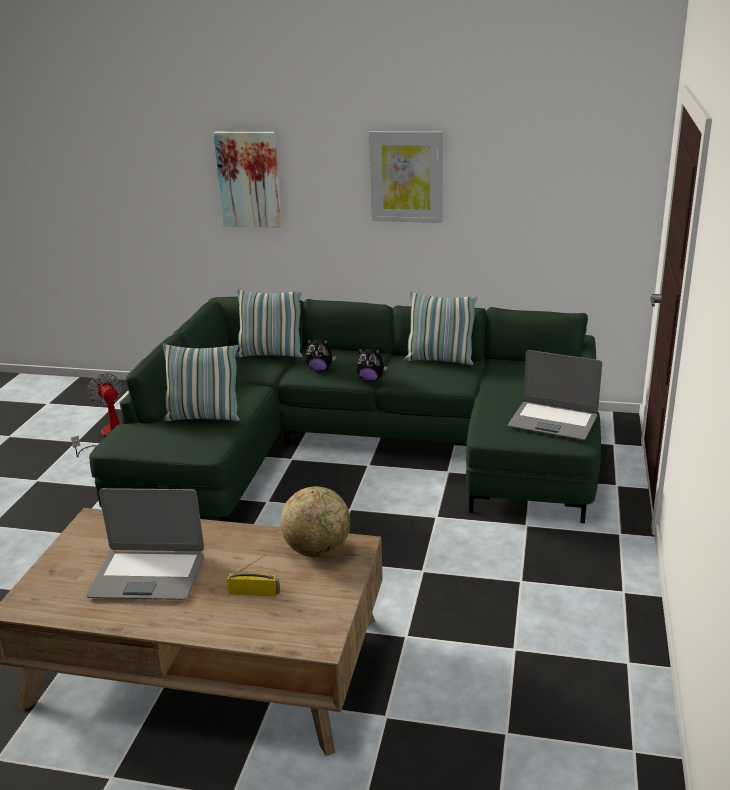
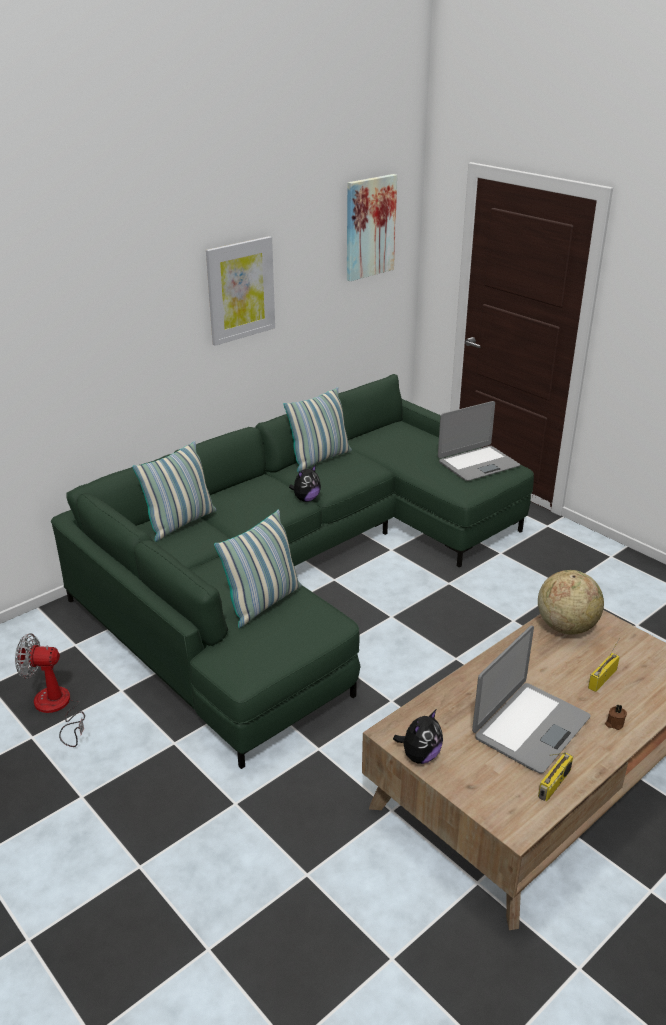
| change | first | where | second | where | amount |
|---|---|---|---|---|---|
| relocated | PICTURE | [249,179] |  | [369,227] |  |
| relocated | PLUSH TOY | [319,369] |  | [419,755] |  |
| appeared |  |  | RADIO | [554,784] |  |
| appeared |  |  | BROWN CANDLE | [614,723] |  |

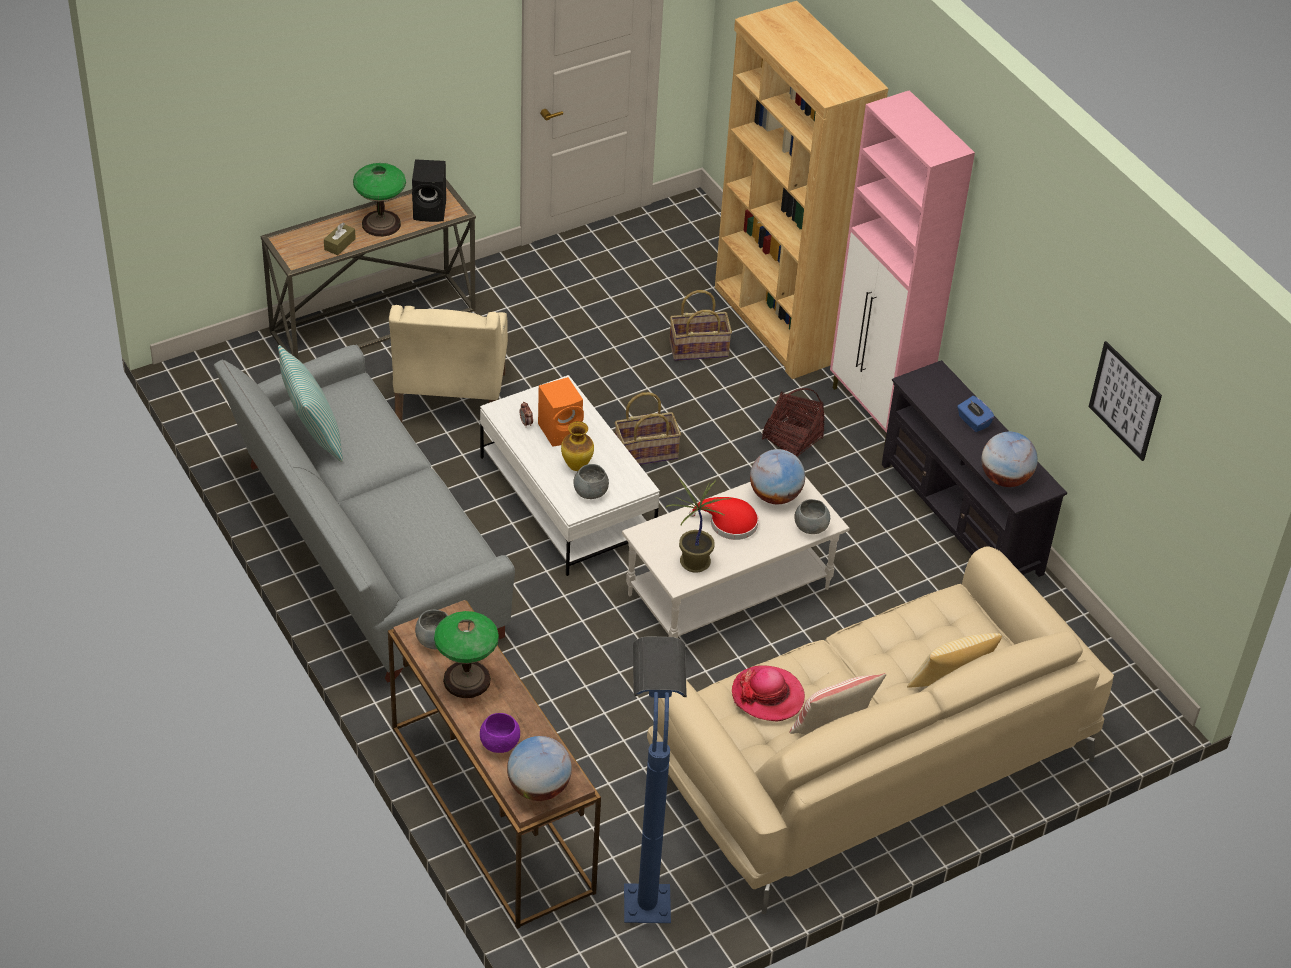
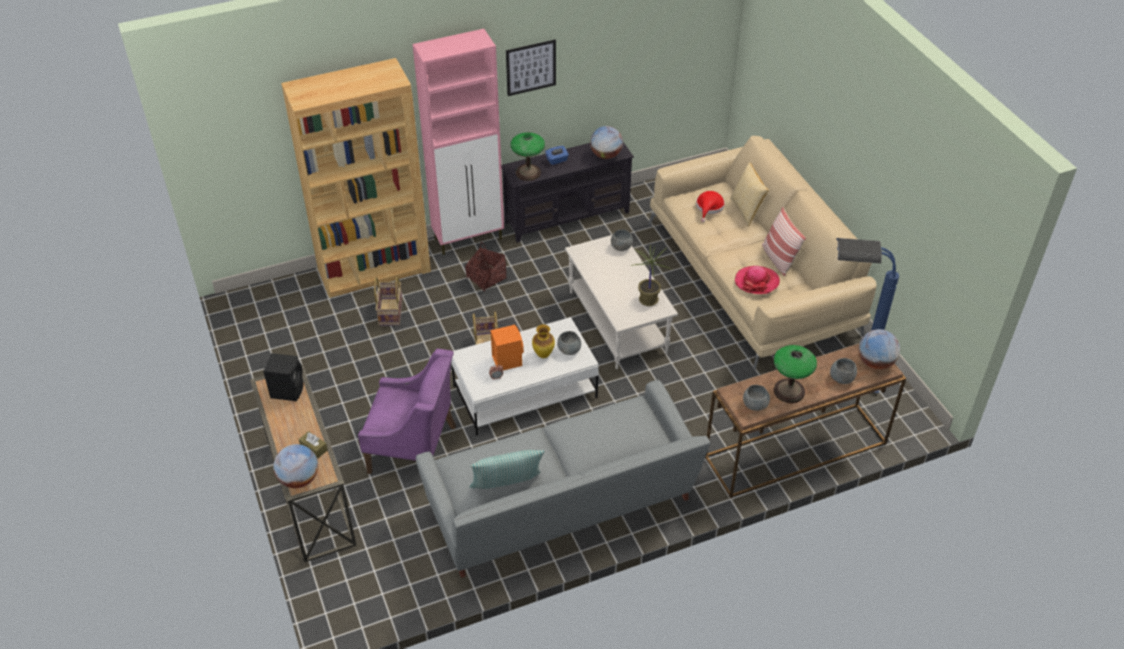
| change | first | where | second | where | amount |
|---|---|---|---|---|---|
| relocated | GLOBE | [775,496] |  | [299,479] |  |
| colour | BEIGE ARMCHAIR | [450,401] | PURPLE ARMCHAIR | [413,449] |  |
| relocated | PICTURE | [1125,400] |  | [531,67] |  |
| relocated | TABLE LAMP | [381,224] |  | [528,172] |  |
| relocated | RED HAT | [729,523] |  | [709,207] |  |
| colour | PURPLE BOWL | [499,743] | GREY BOWL | [841,379] |  |

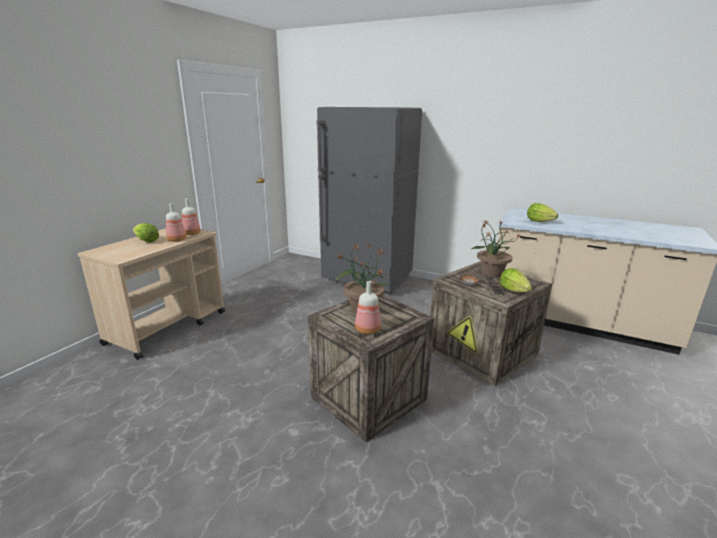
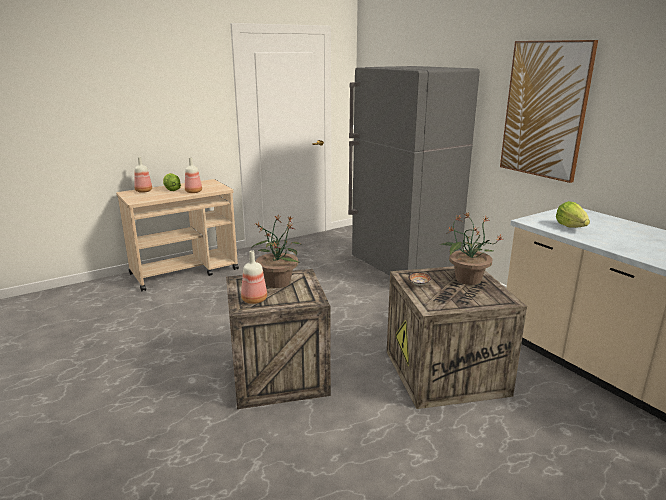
| change | first | where | second | where | amount |
|---|---|---|---|---|---|
| relocated | BOTTLE | [191,234] |  | [143,191] |  |
| appeared |  |  | PICTURE | [545,110] |  |
| missing | LETTUCE | [513,290] |  |  |  |

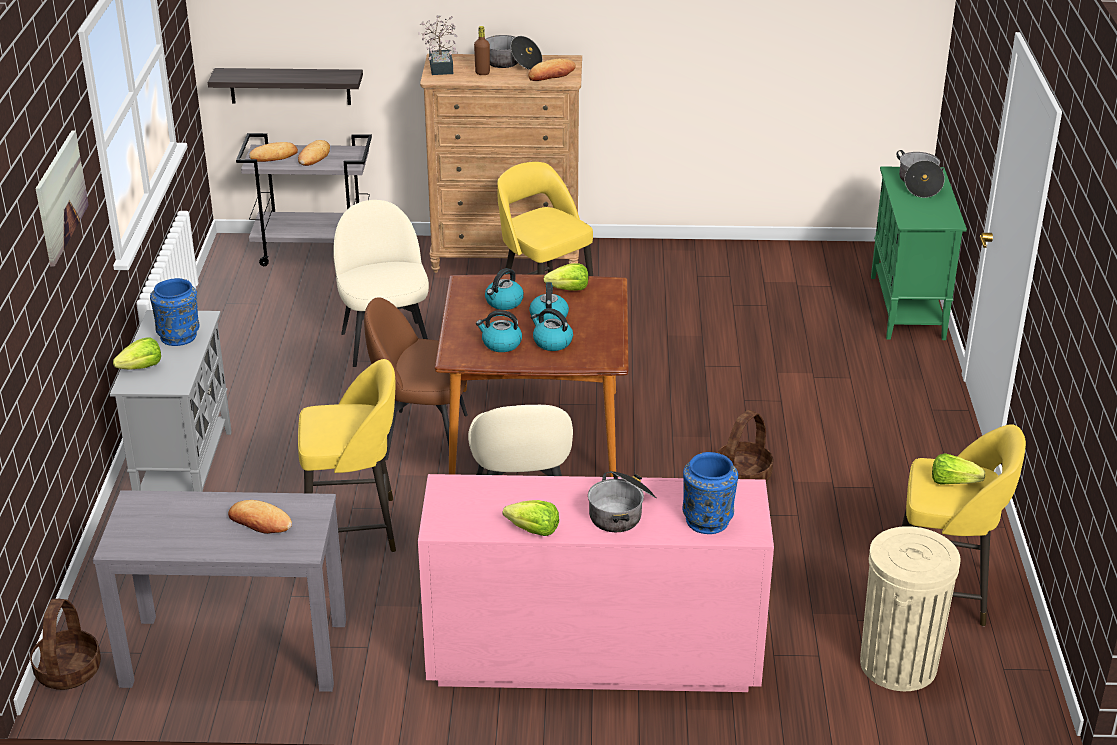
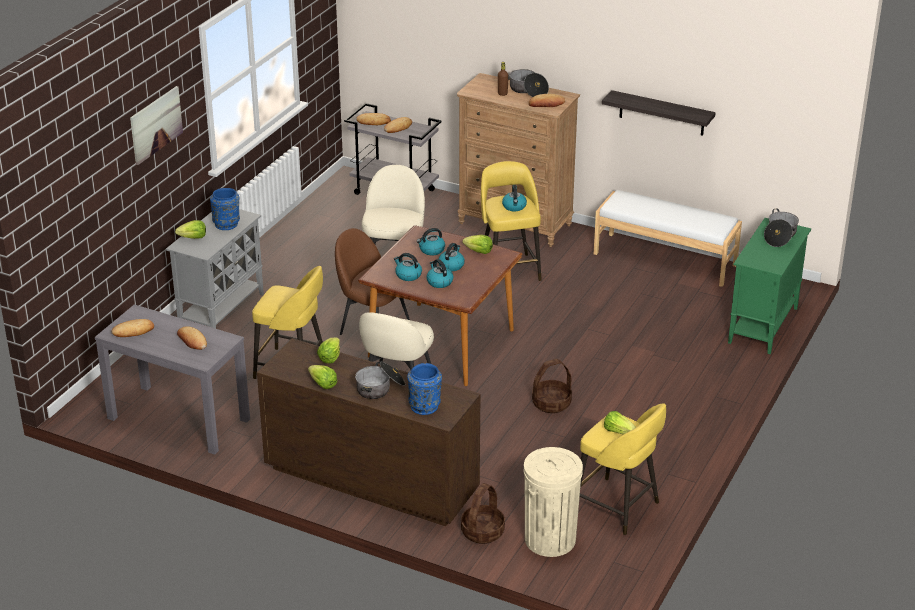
| change | first | where | second | where | amount |
|---|---|---|---|---|---|
| appeared |  |  | BREAD | [133,331] |  |
| colour | PINK DRESSER | [591,658] | BROWN DRESSER | [370,480] |  |
| appeared |  |  | LETTUCE | [330,358] |  |
| relocated | BASKET | [69,671] |  | [482,532] |  |
| appeared |  |  | KETTLE | [514,207] |  |
| appeared |  |  | WHITE BENCH | [665,259] |  |
| relocated | SHELF | [290,86] |  | [662,113] |  |
| missing | POTTED PLANT | [441,66] |  |  |  |

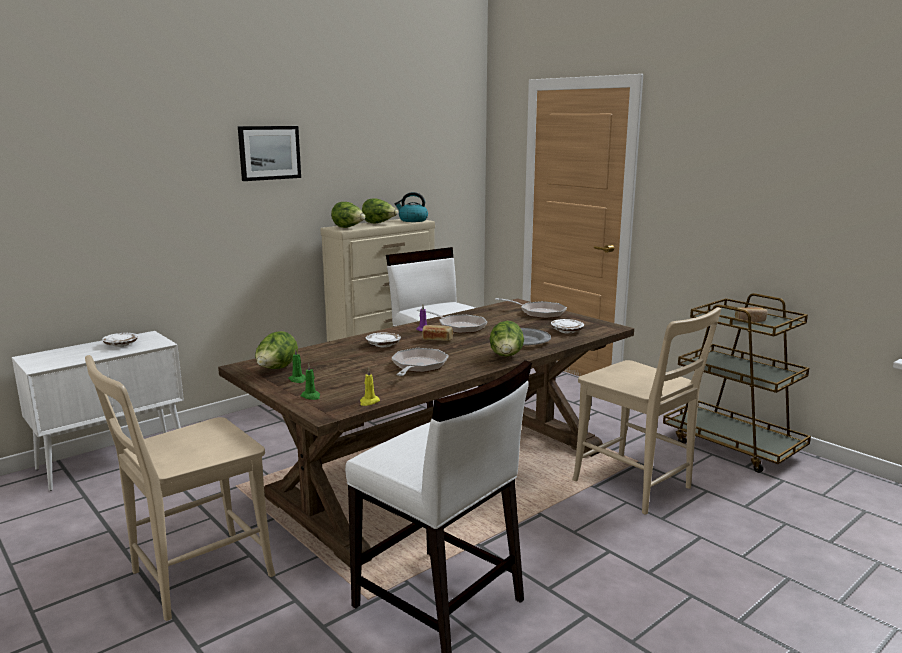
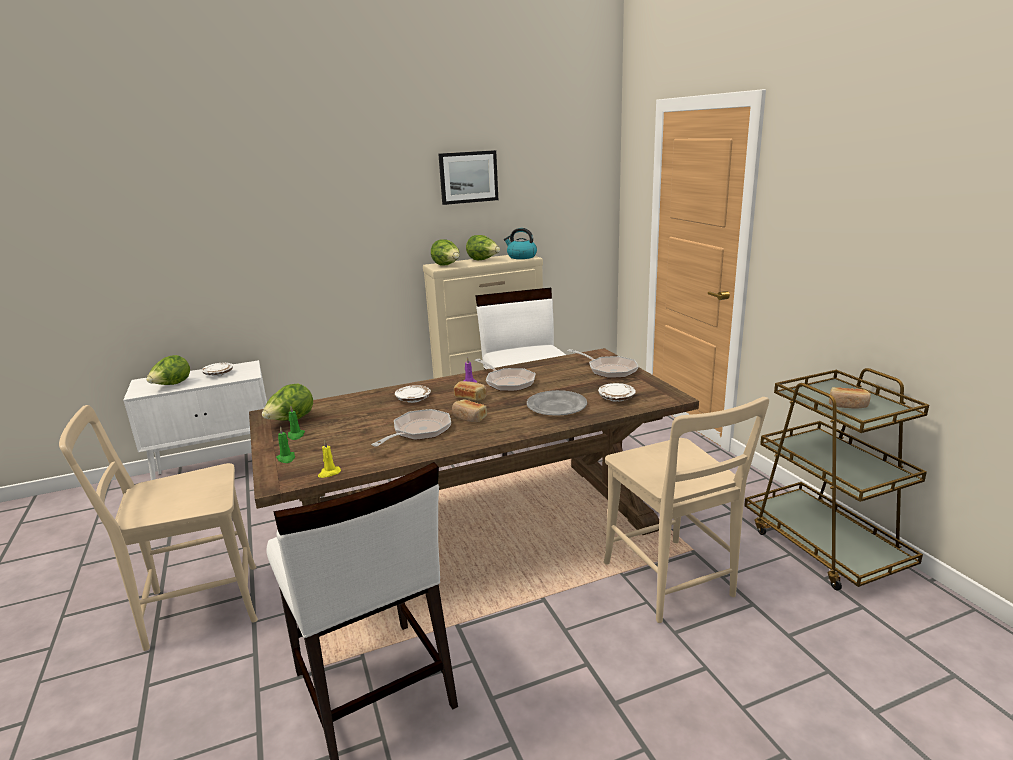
| change | first | where | second | where | amount |
|---|---|---|---|---|---|
| relocated | LETTUCE | [506,357] |  | [172,385] |  |
| relocated | PICTURE | [269,152] |  | [468,177] |  |
| appeared |  |  | BREAD | [469,418] |  |

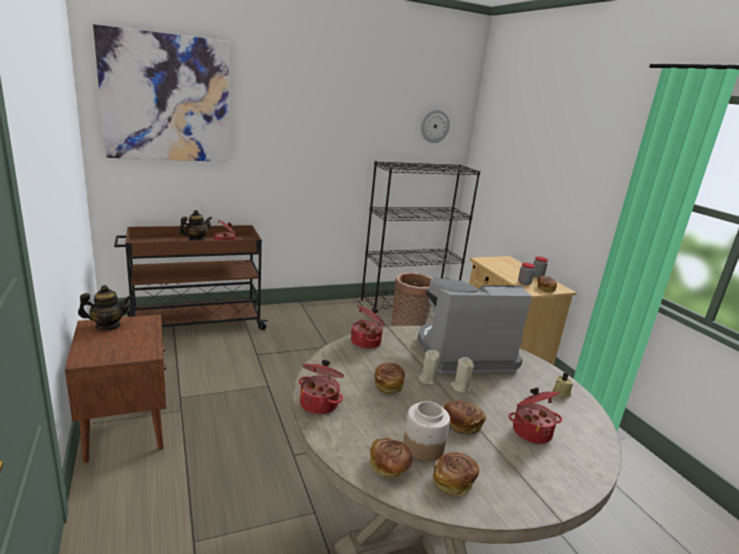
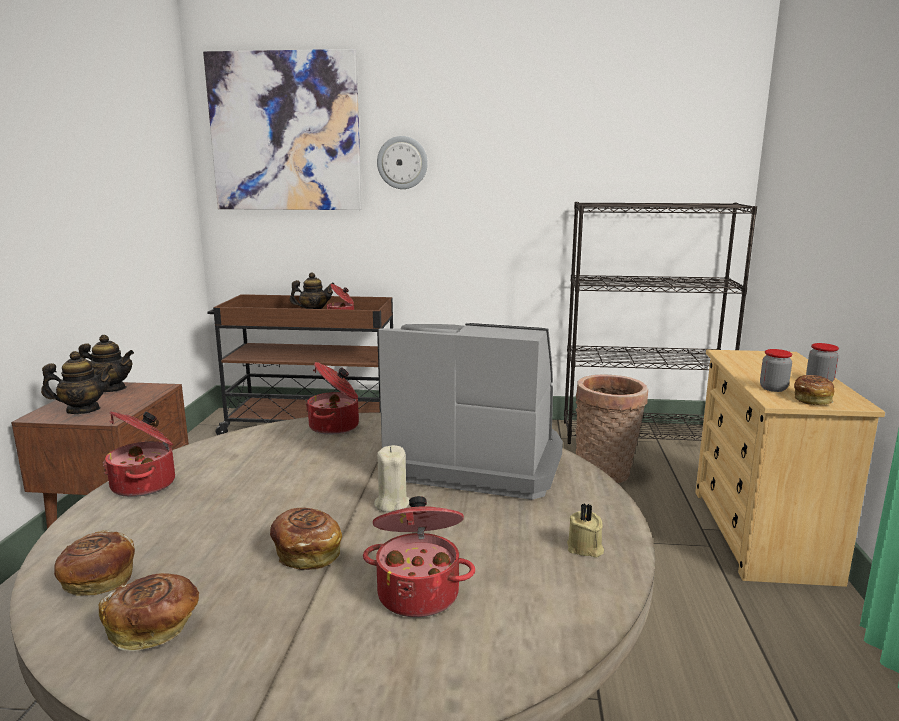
| change | first | where | second | where | amount |
|---|---|---|---|---|---|
| appeared |  |  | TEAPOT | [83,410] |  |
| relocated | WALL CLOCK | [434,126] |  | [402,162] |  |
| missing | BREAD | [388,385] |  |  |  |
| missing | JAR | [423,446] |  |  |  |
| missing | BEIGE CANDLE | [428,379] |  |  |  |

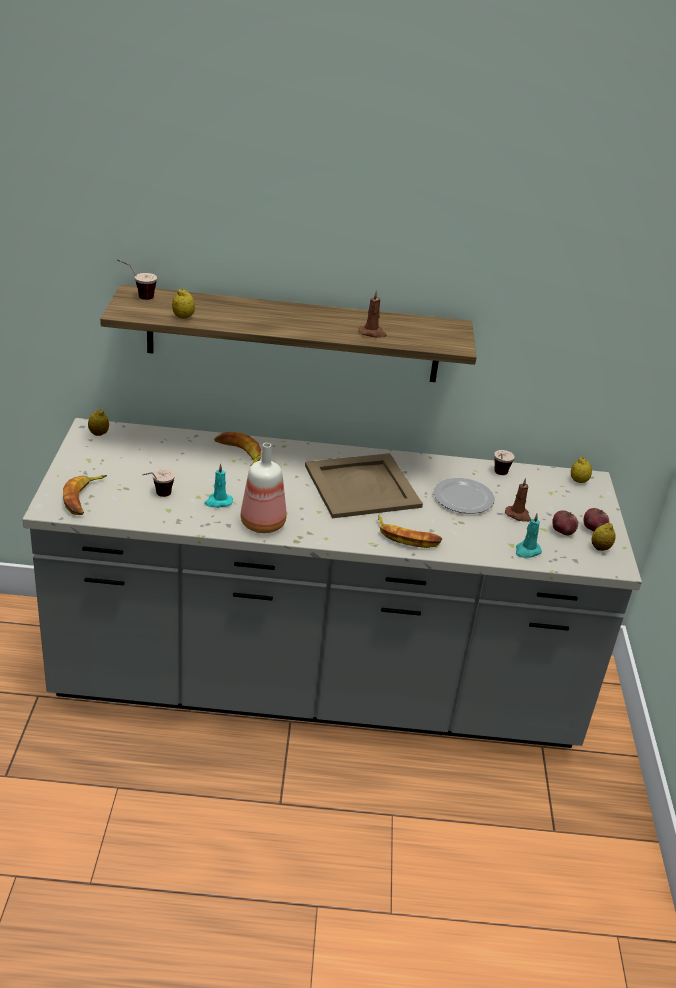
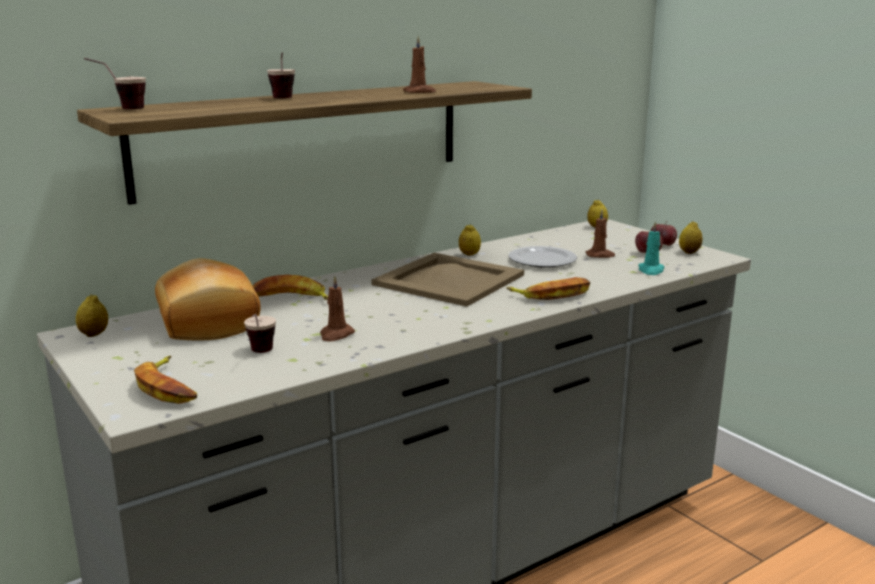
| change | first | where | second | where | amount |
|---|---|---|---|---|---|
| appeared |  |  | BREAD | [206,322] |  |
| relocated | CUP | [498,476] |  | [283,99] |  |
| colour | TURQUOISE CANDLE | [218,502] | BROWN CANDLE | [336,335] |  |
| relocated | LEMON | [183,317] |  | [469,254] |  |
| missing | BOTTLE | [264,523] |  |  |  |

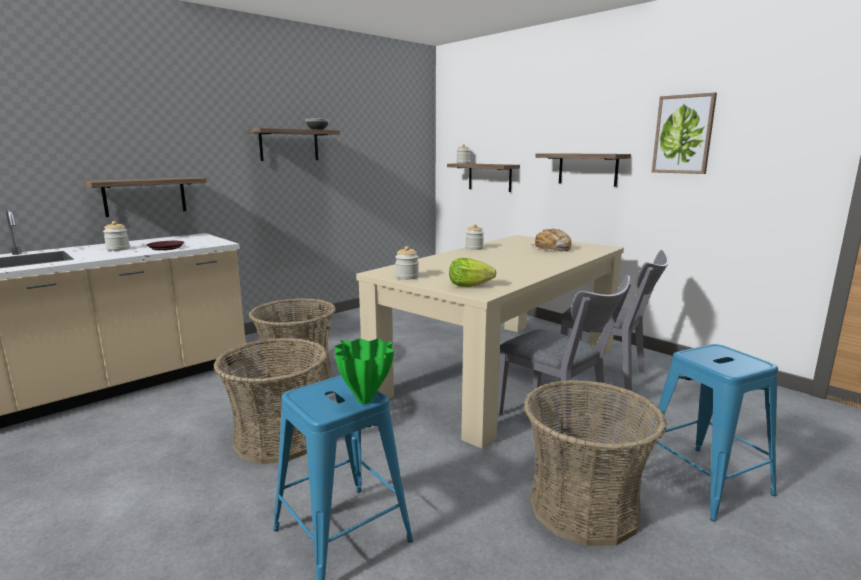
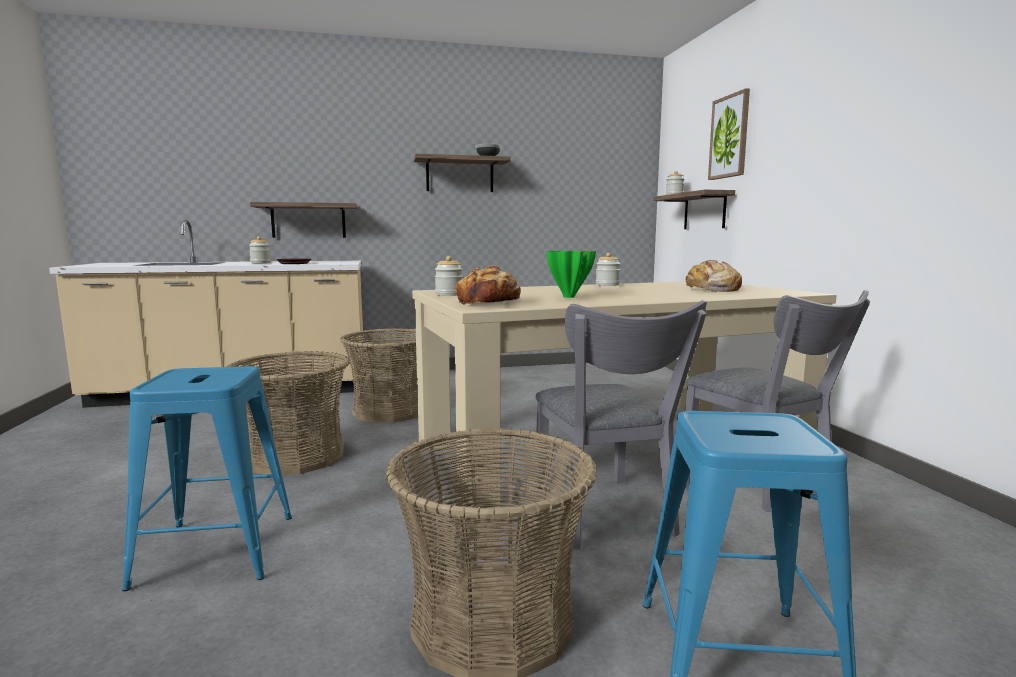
| change | first | where | second | where | amount |
|---|---|---|---|---|---|
| exchanged | LETTUCE | [469,286] | BREAD | [489,303] |  |
| relocated | GREEN VASE | [365,401] |  | [569,297] |  |
| relocated | PICTURE | [683,134] |  | [729,137] |  |
| missing | SHELF | [587,169] |  |  |  |

